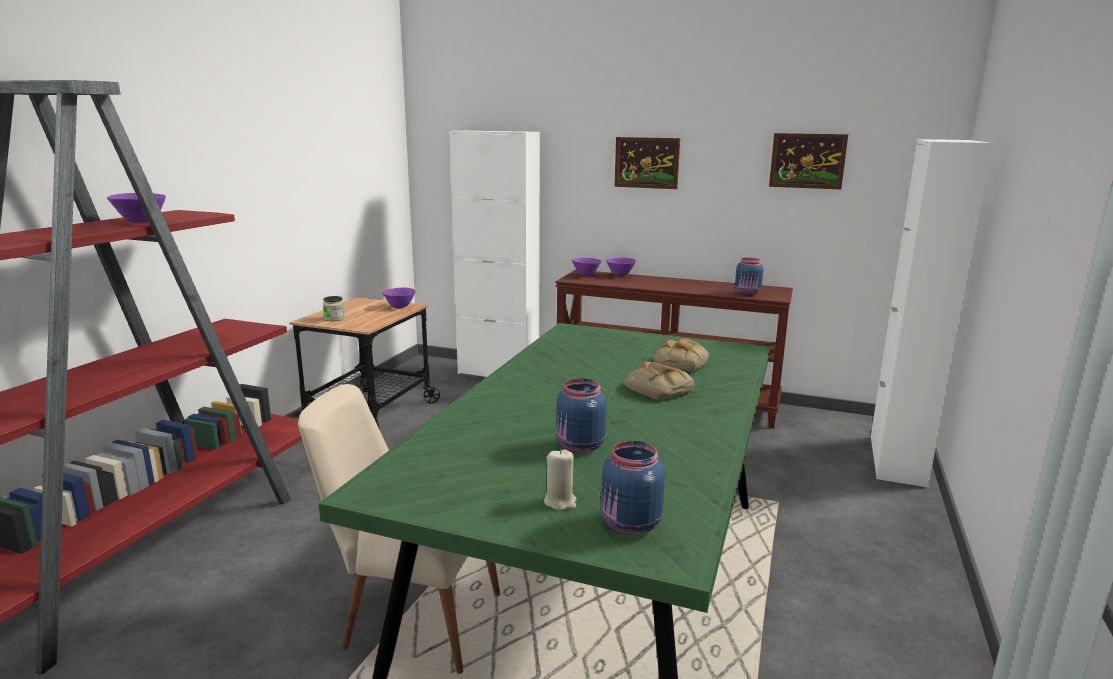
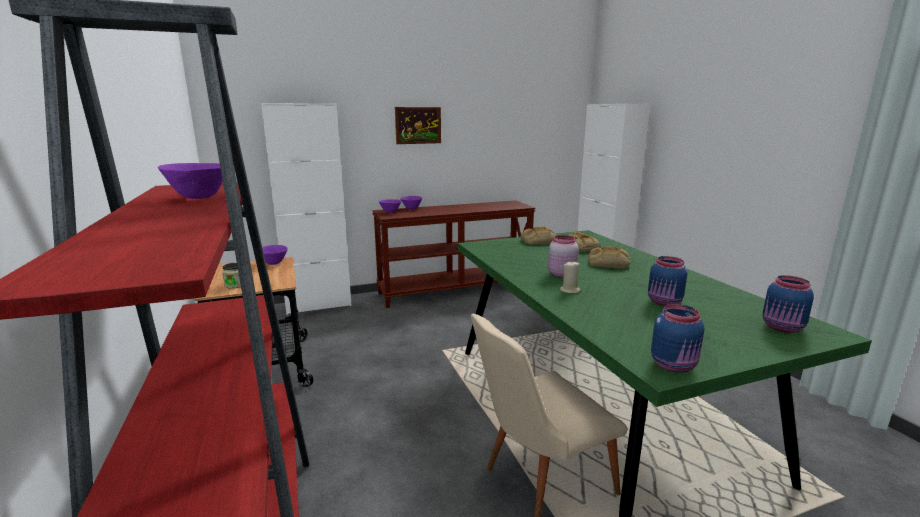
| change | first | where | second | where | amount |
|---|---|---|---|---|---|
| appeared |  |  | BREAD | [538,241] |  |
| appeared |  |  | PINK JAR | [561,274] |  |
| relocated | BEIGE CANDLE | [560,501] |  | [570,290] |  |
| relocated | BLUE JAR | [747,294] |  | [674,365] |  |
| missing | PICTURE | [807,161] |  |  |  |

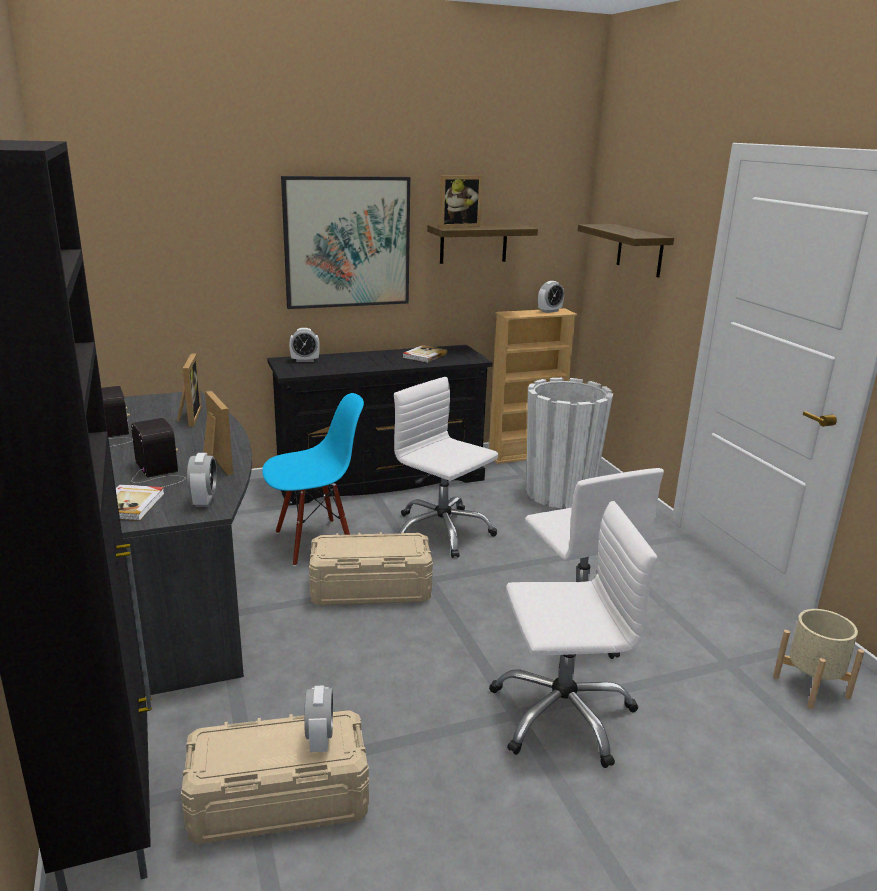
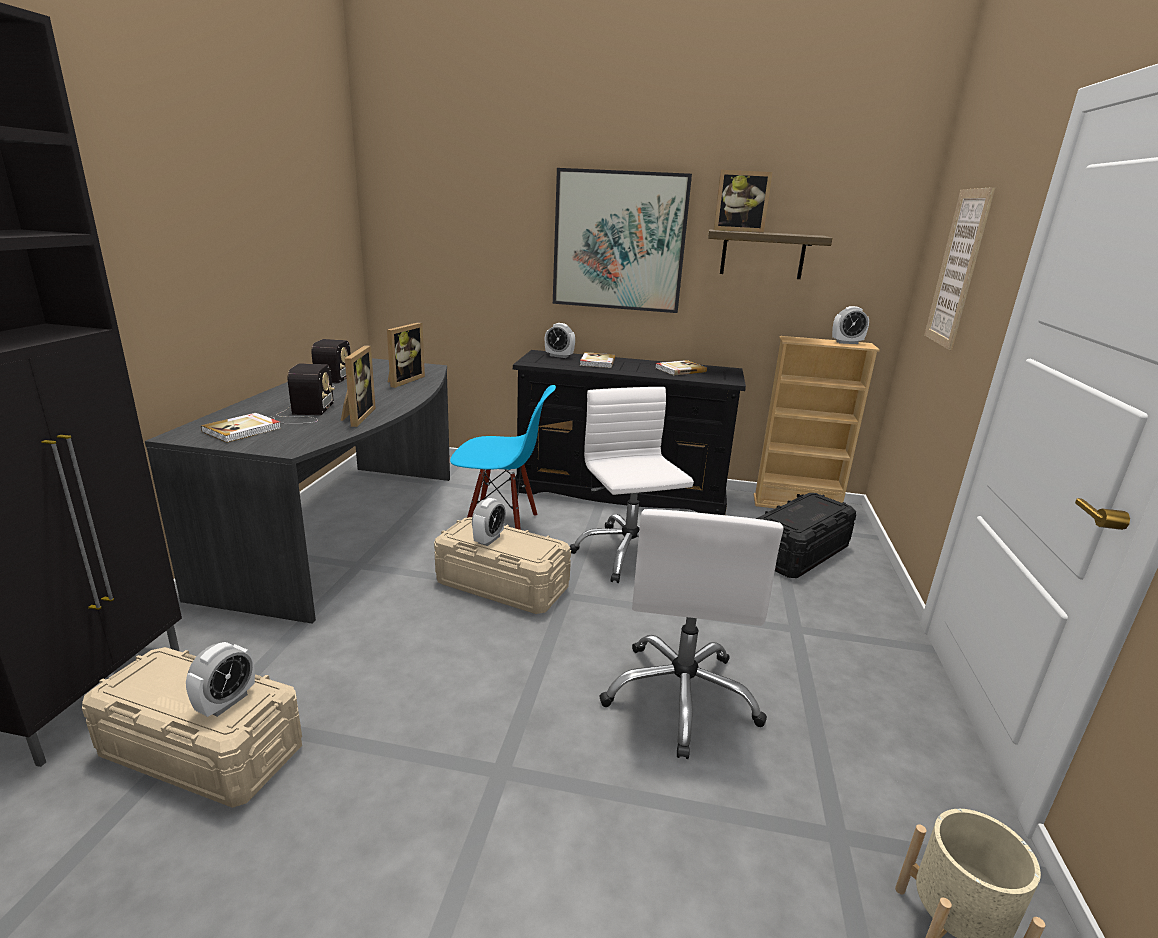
| change | first | where | second | where | amount |
|---|---|---|---|---|---|
| relocated | ALARM CLOCK | [204,501] |  | [489,539] |  |
| appeared |  |  | BOOK | [597,362] |  |
| exchanged | WHITE PLANTER | [560,493] | BLACK STORAGE BOX | [799,553] |  |
| exchanged | SHELF | [640,250] | PICTURE | [957,268] |  |
| missing | WHITE OFFICE CHAIR | [562,714] |  |  |  |

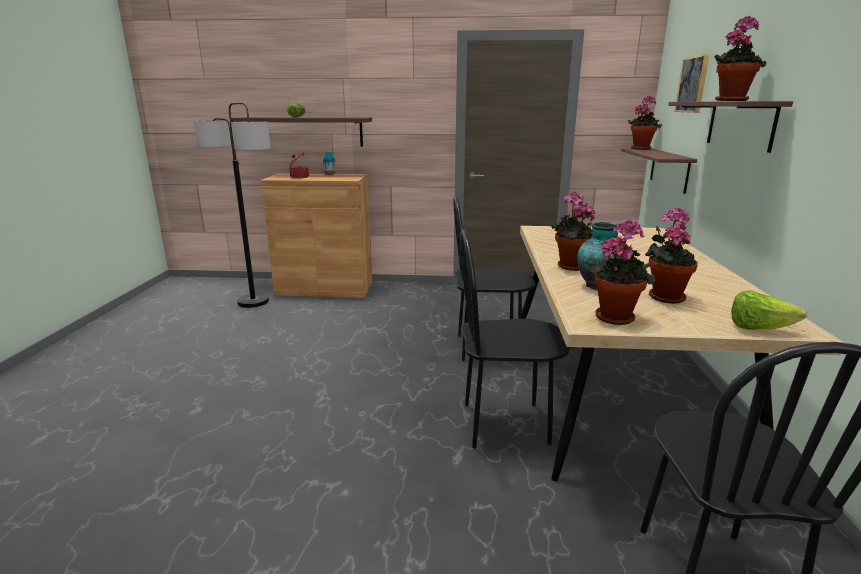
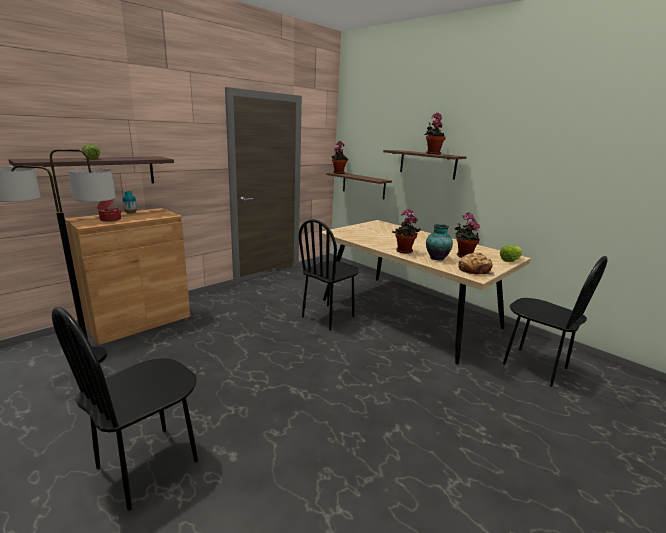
| change | first | where | second | where | amount |
|---|---|---|---|---|---|
| relocated | BLACK CHAIR | [505,424] |  | [148,464] |  |
| exchanged | POTTED PLANT | [615,316] | BREAD | [474,270] |  |
| missing | PICTURE | [692,84] |  |  |  |

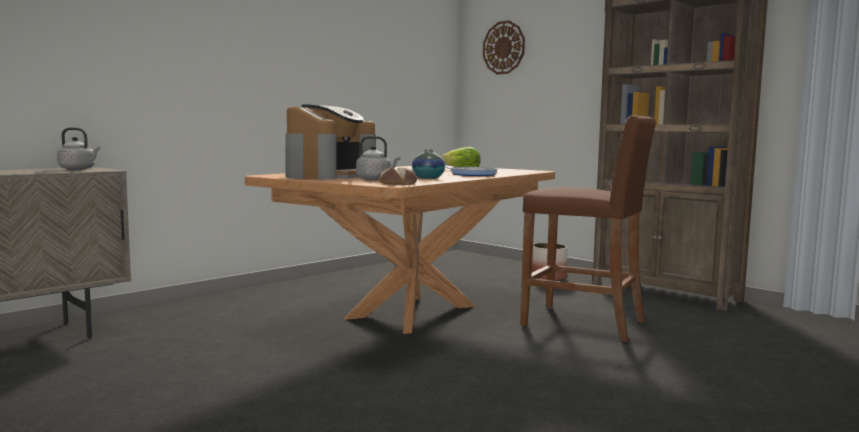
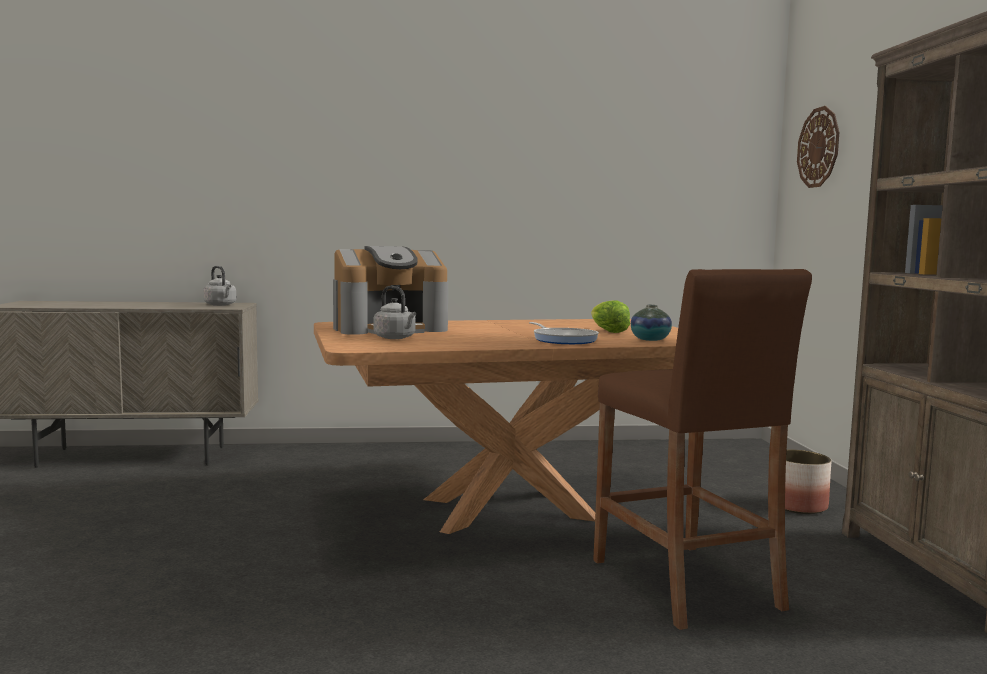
| change | first | where | second | where | amount |
|---|---|---|---|---|---|
| relocated | VASE | [428,178] |  | [650,339] |  |
| missing | BREAD | [397,183] |  |  |  |

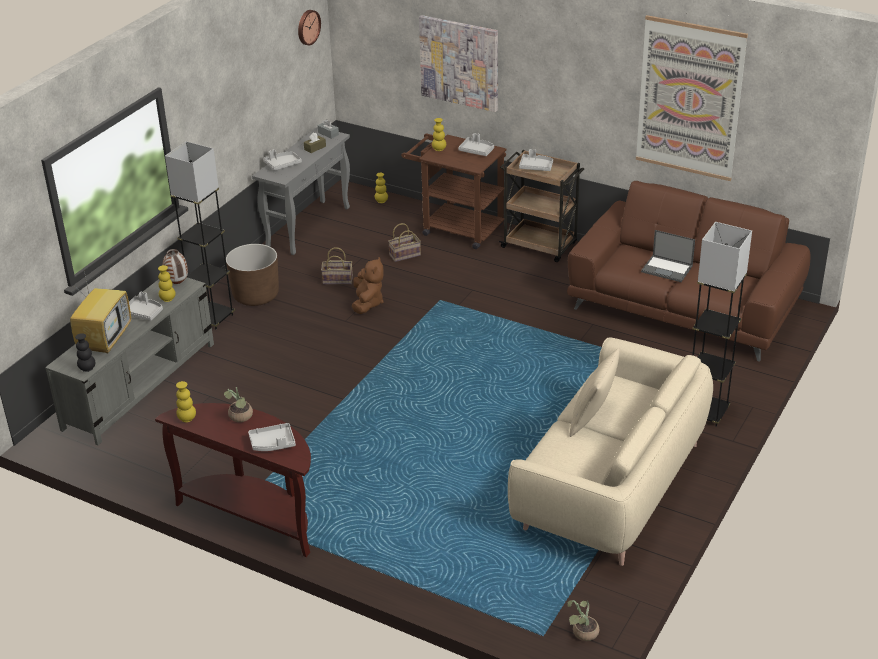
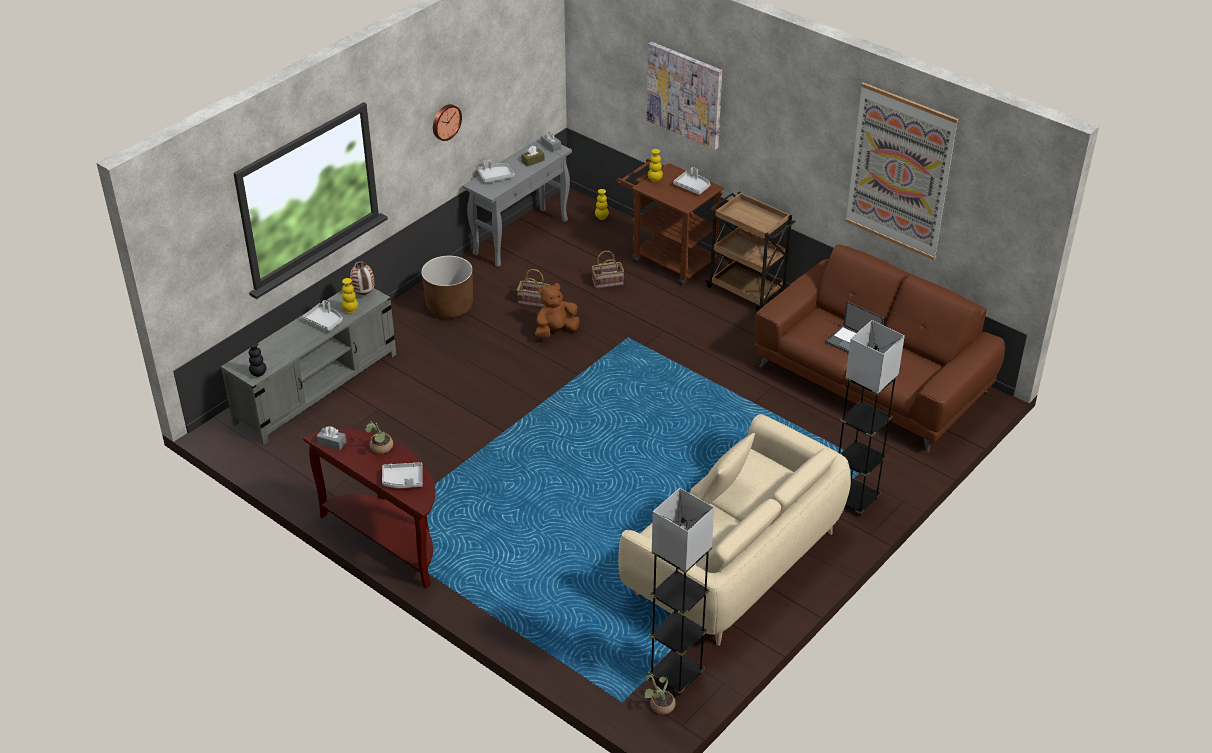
| change | first | where | second | where | amount |
|---|---|---|---|---|---|
| exchanged | YELLOW VASE | [187,419] | GREY TISSUE BOX | [332,443] |  |
| relocated | WALL CLOCK | [307,27] |  | [445,121] |  |
| spun | BROWN PLUSH TOY | [367,303] |  | [555,331] | 135 degrees counterclockwise |
| relocated | GREY FLOOR LAMP | [213,318] |  | [676,675] |  |
| missing | TELEVISION | [105,339] |  |  |  |
| missing | GREY TRAY | [536,167] |  |  |  |

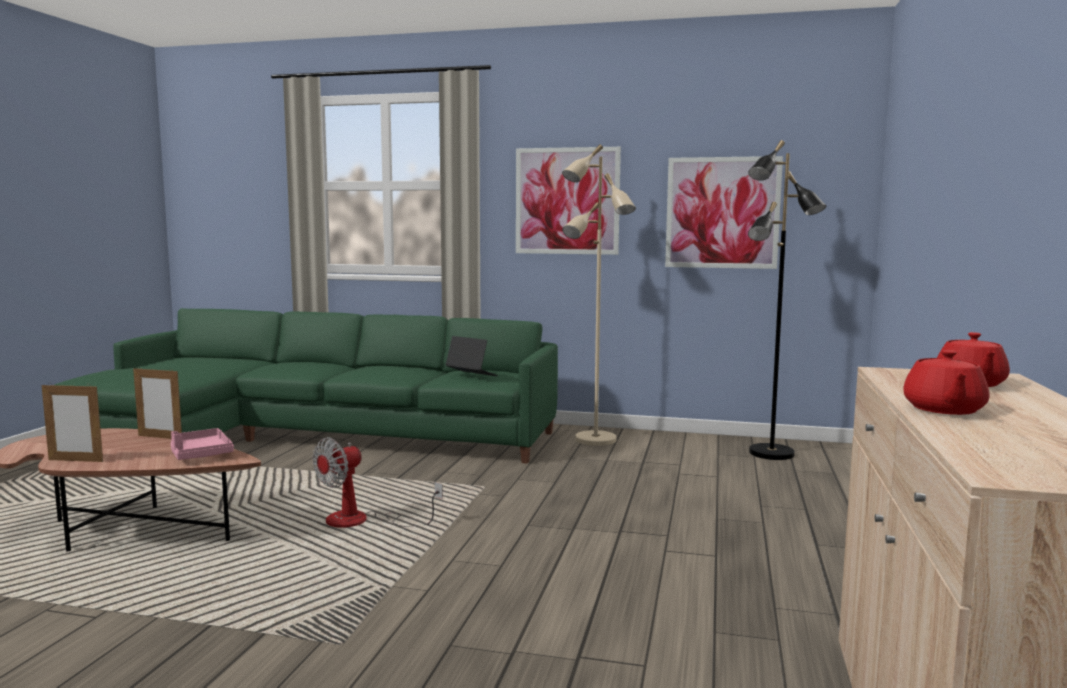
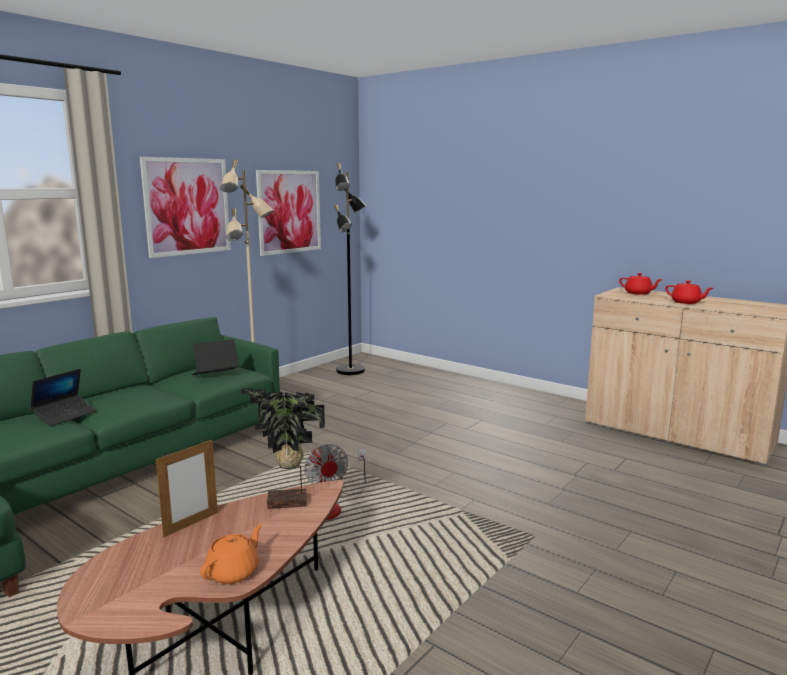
| change | first | where | second | where | amount |
|---|---|---|---|---|---|
| appeared |  |  | LAPTOP | [65,415] |  |
| exchanged | PICTURE FRAME | [75,460] | ORANGE TEAPOT | [234,572] |  |
| exchanged | PINK TRAY | [200,454] | POTTED PLANT | [288,504] |  |

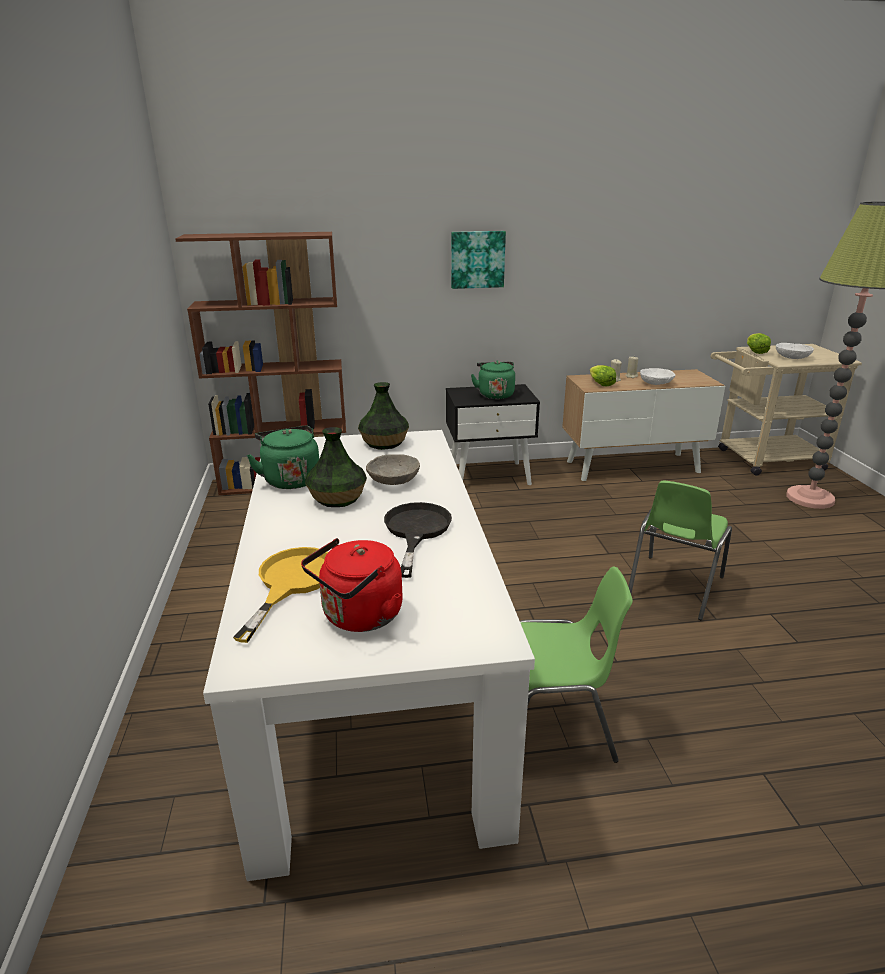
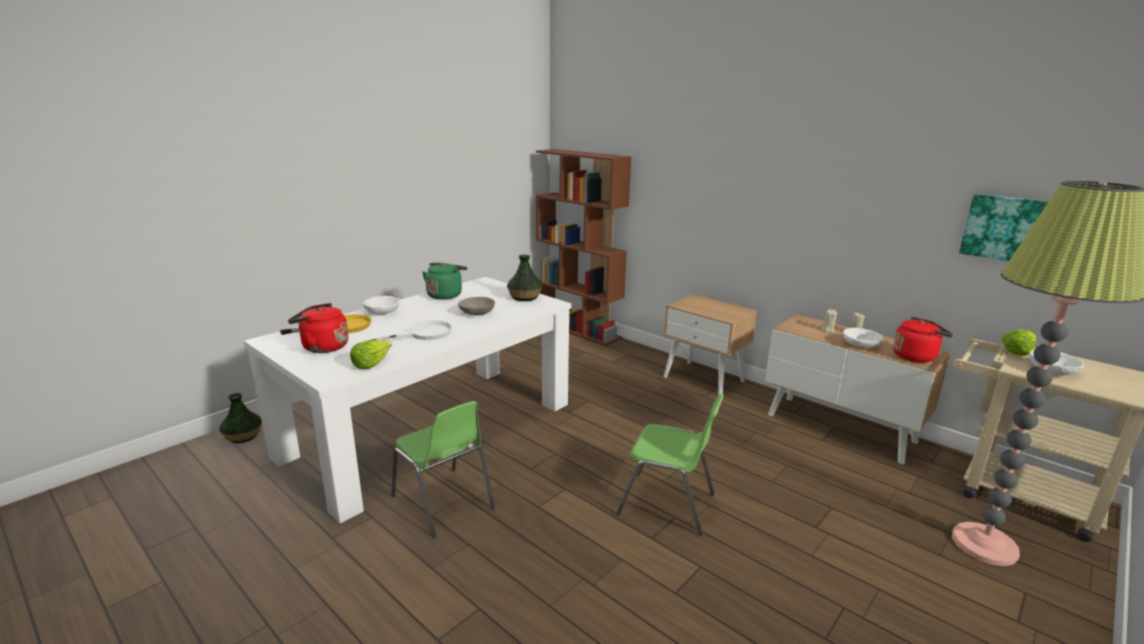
| change | first | where | second | where | amount |
|---|---|---|---|---|---|
| relocated | VASE | [337,498] |  | [243,436] |  |
| relocated | LETTUCE | [600,384] |  | [371,364] |  |
| appeared |  |  | WHITE BOWL | [382,312] |  |
| colour | BLACK FRYING PAN | [416,531] | WHITE FRYING PAN | [422,334] |  |
| spun | GREEN CHAIR | [673,587] |  | [668,504] | 150 degrees counterclockwise |
| colour | BLACK NIGHTSTAND | [489,475] | BEIGE NIGHTSTAND | [704,379] |  |
| appeared |  |  | RED KETTLE | [916,356] |  |
| relocated | PICTURE | [477,259] |  | [1002,228] |  |
| missing | GREEN KETTLE | [495,394] |  |  |  |

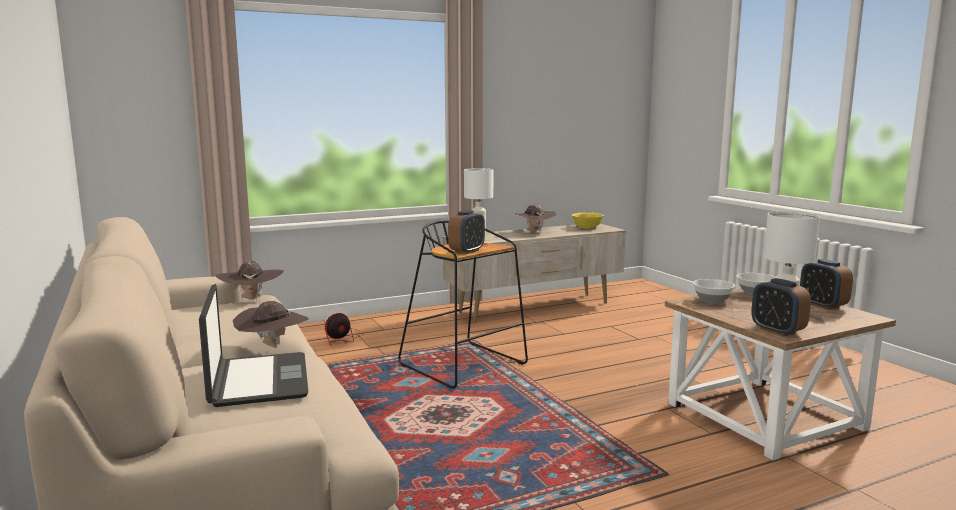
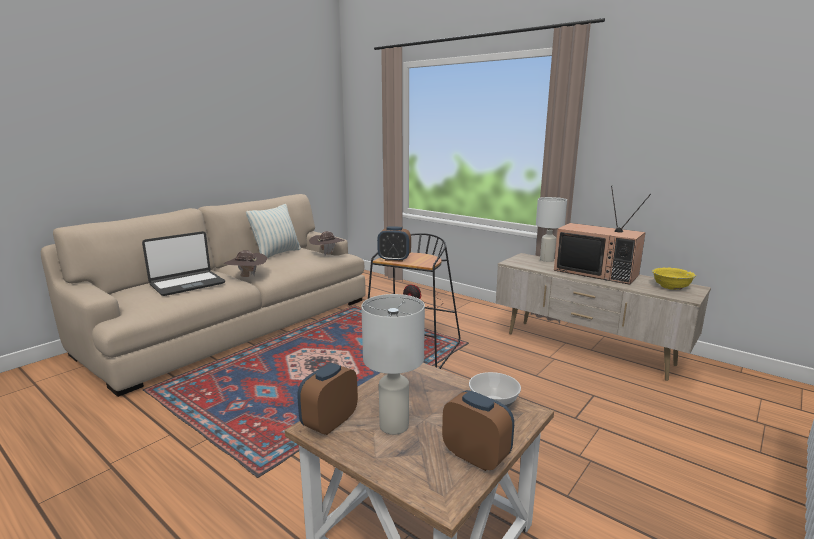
| change | first | where | second | where | amount |
|---|---|---|---|---|---|
| appeared |  |  | PILLOW | [276,254] |  |
| spun | ALARM CLOCK | [822,305] |  | [476,456] | 90 degrees clockwise |
| exchanged | BROWN HAT | [533,232] | TELEVISION | [597,272] |  |
| missing | BOWL | [711,300] |  |  |  |

